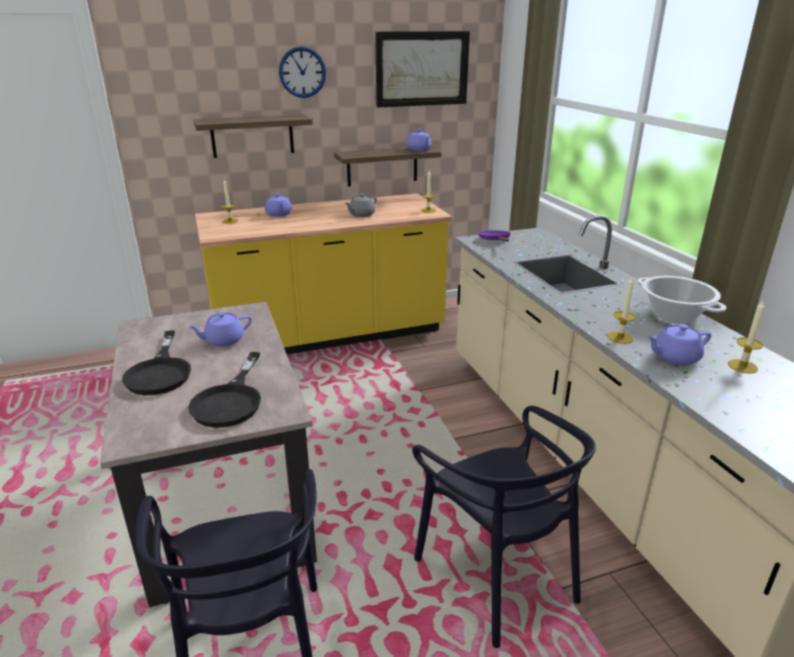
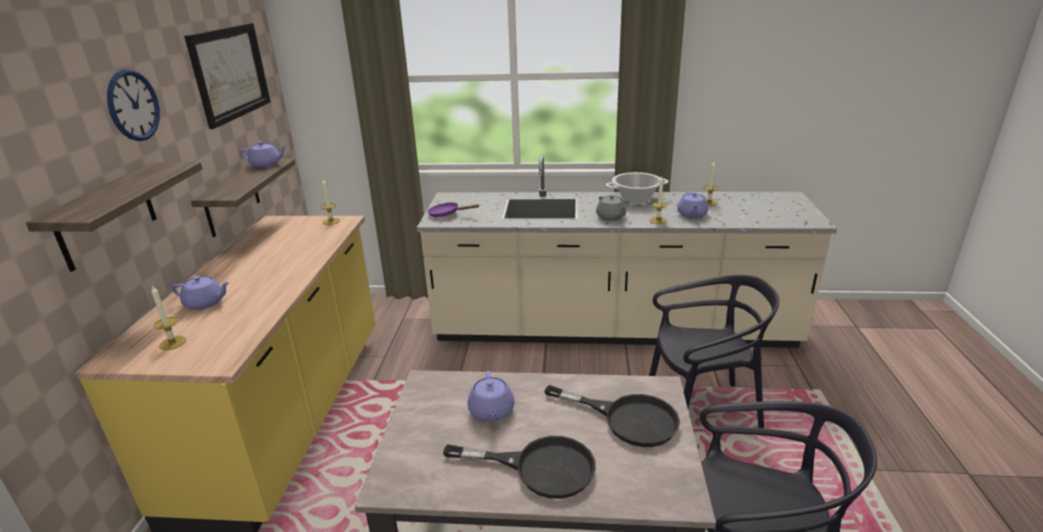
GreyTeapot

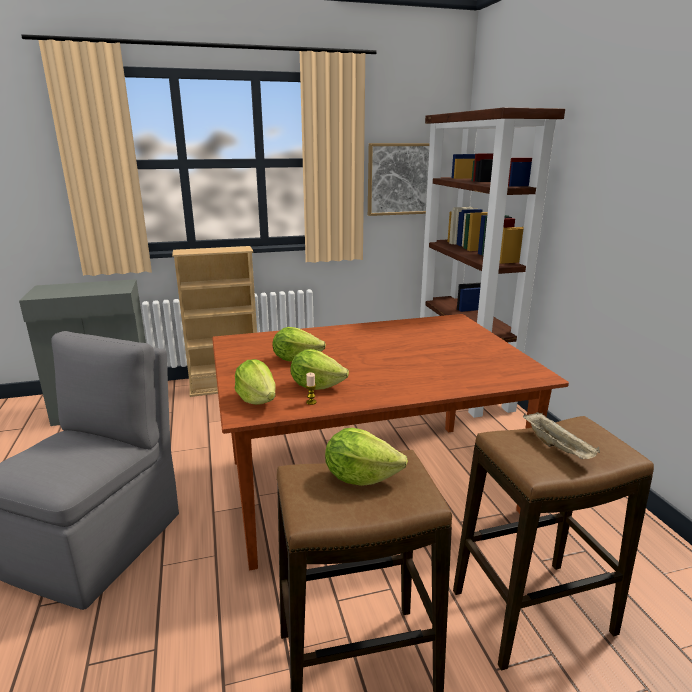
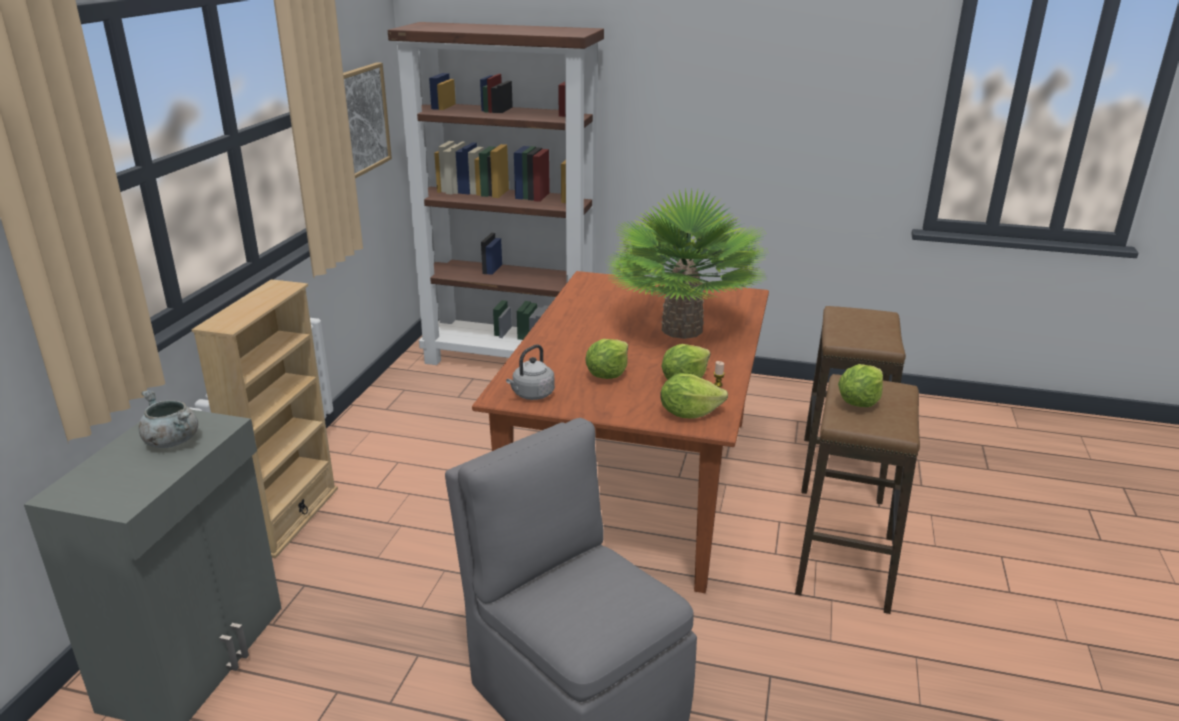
BeigeTray
GreyCookingPot
GreyKettle
PottedPlant

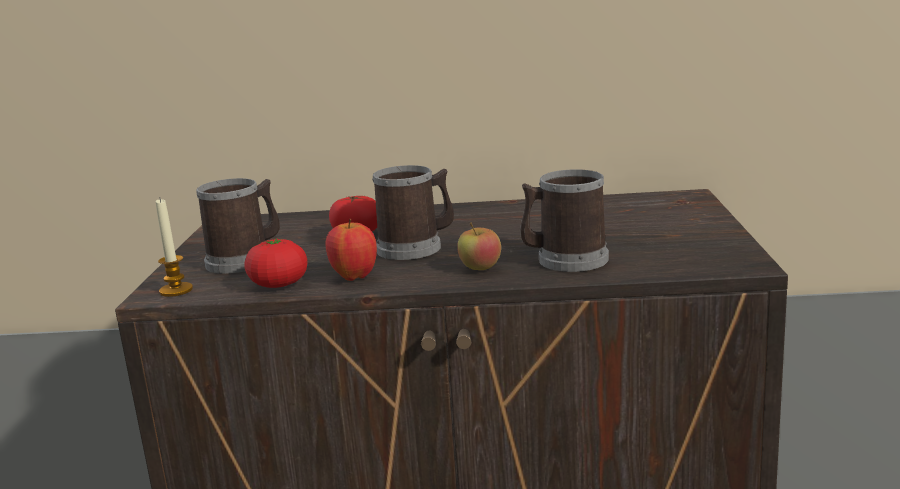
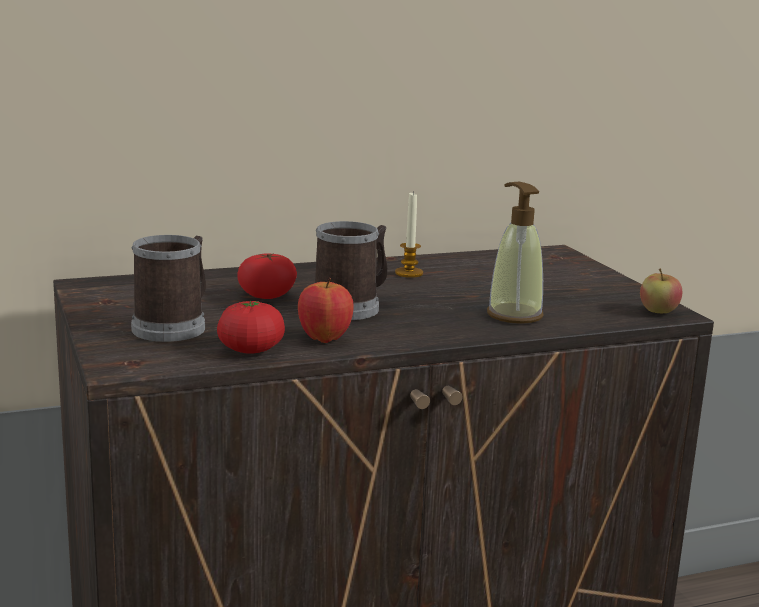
Candle
Apple (2nd from left)
SoapDispenser

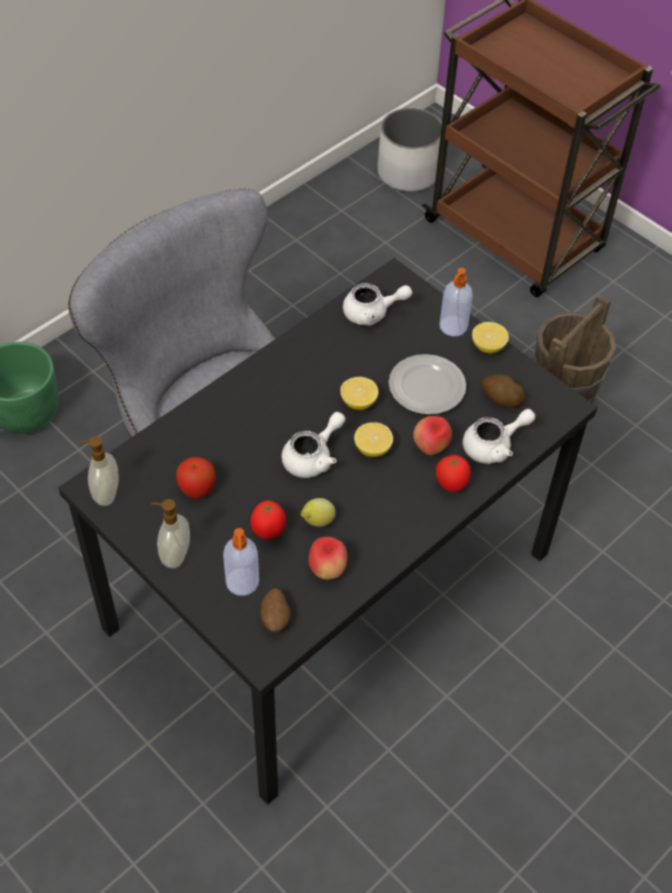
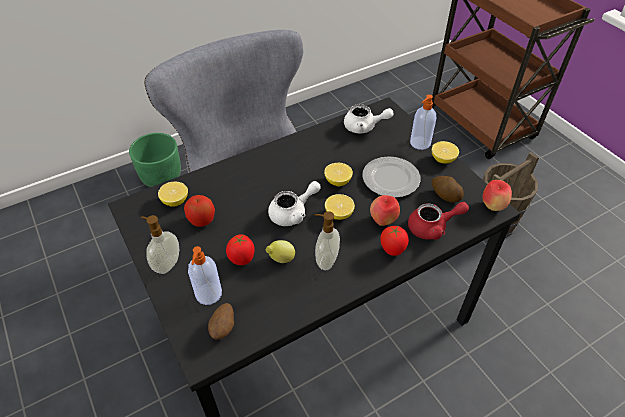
WhitePlanter
Lemon (1st from left)
SoapDispenser (3rd from left)
Apple (3rd from left)
RedTeapot

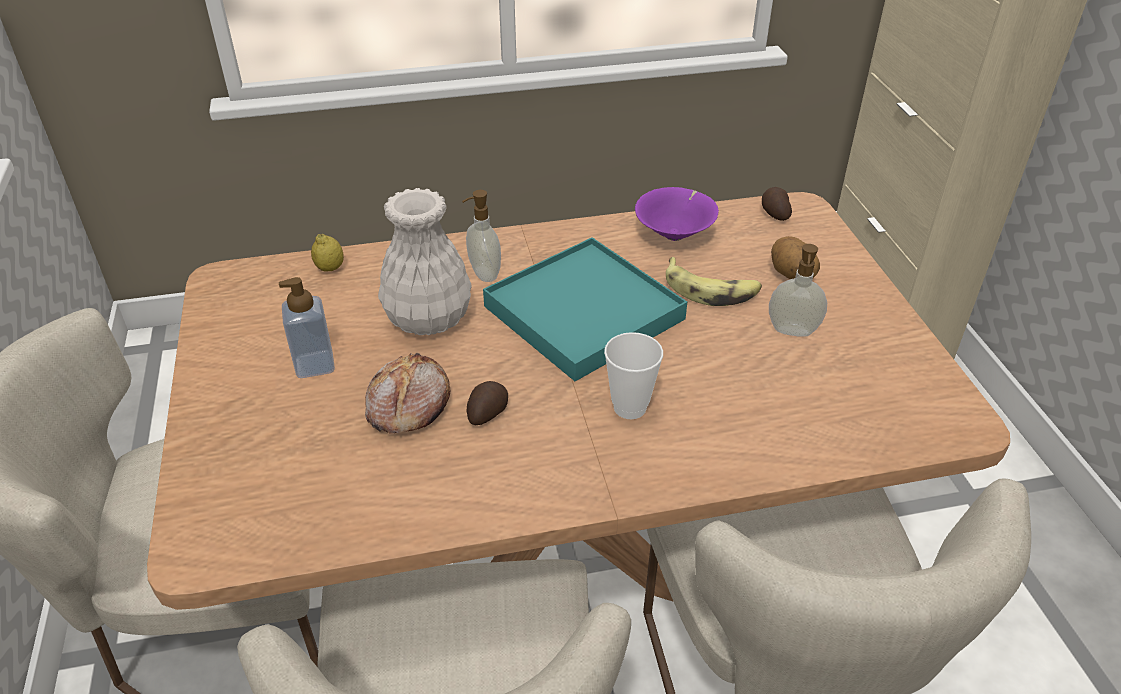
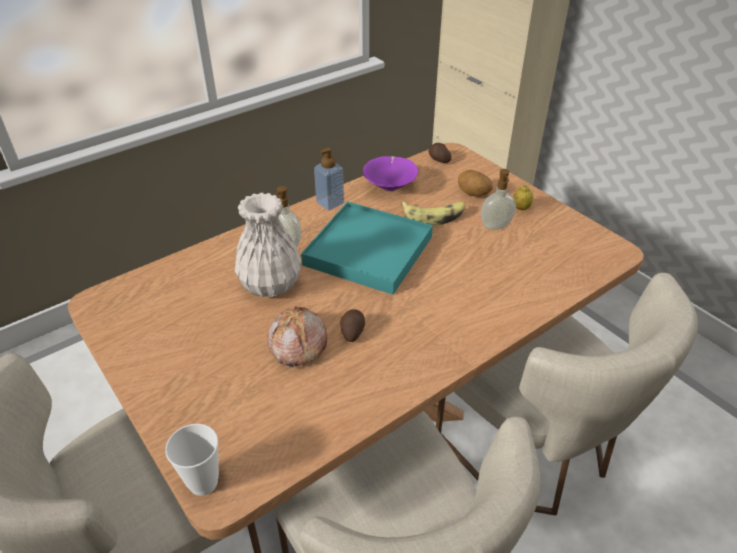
SoapDispenser (2nd from left)
Lemon
Cup

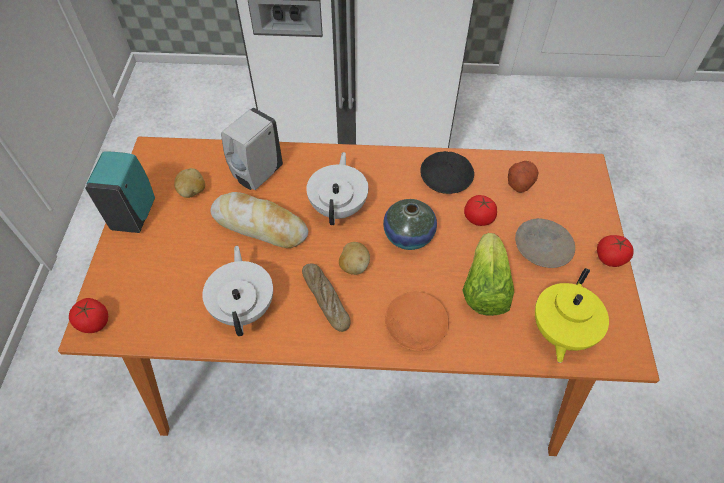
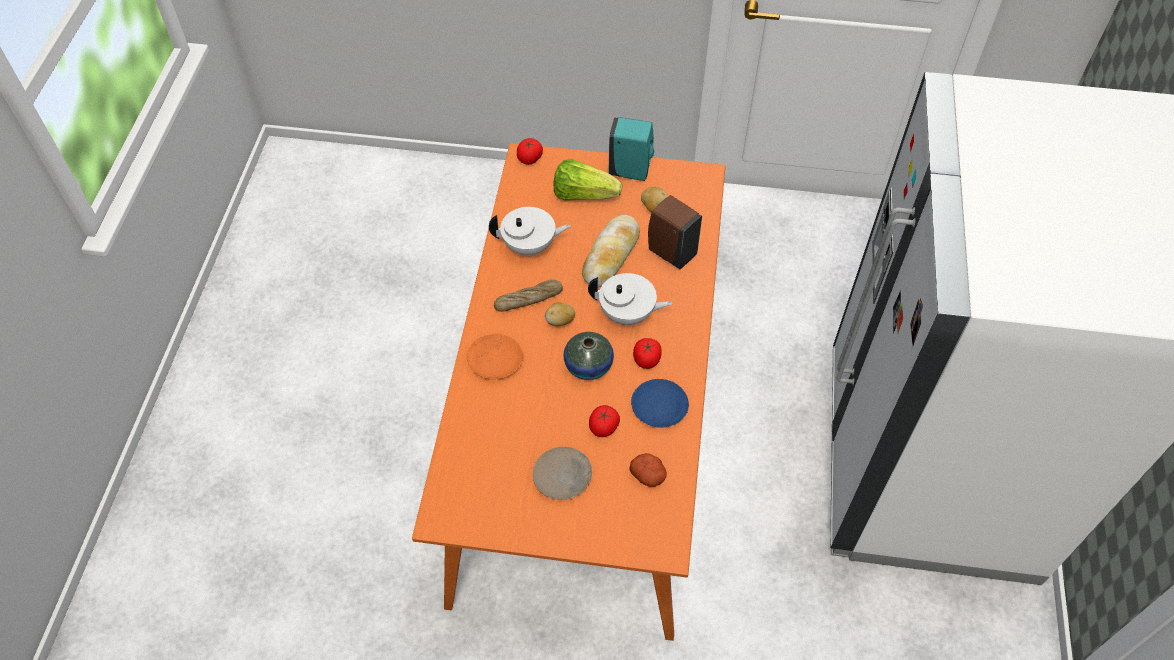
YellowTeapot
Lettuce
Tomato (3rd from left)
BrownSoapDispenser
BluePlate

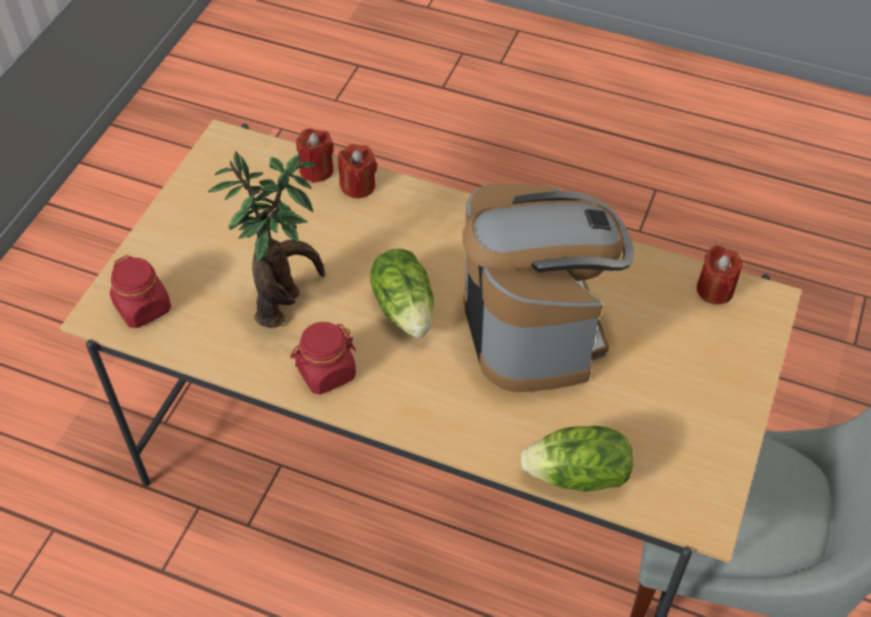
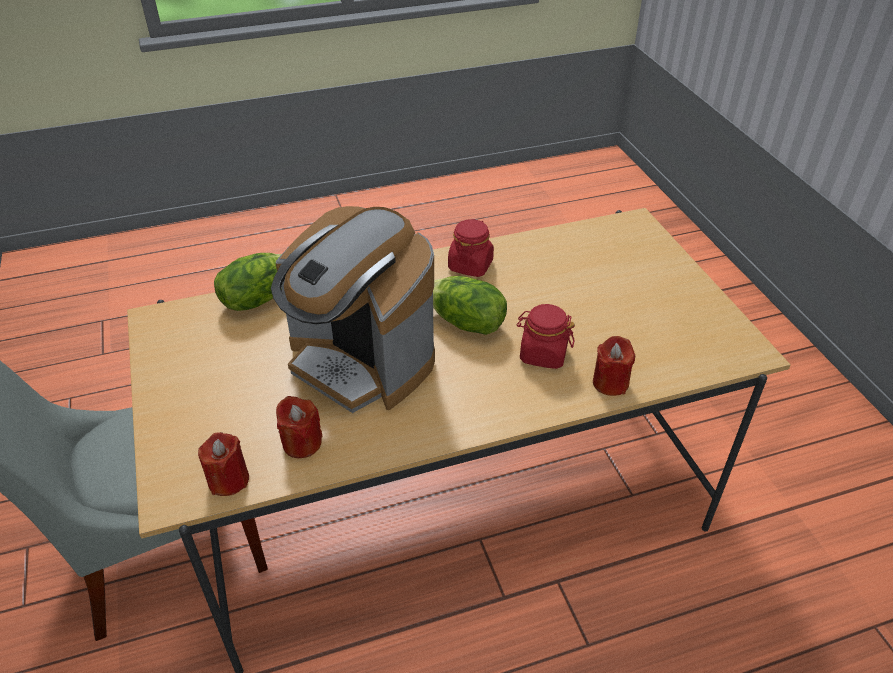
PottedPlant
RedJar (2nd from left)
RedCandle (2nd from left)

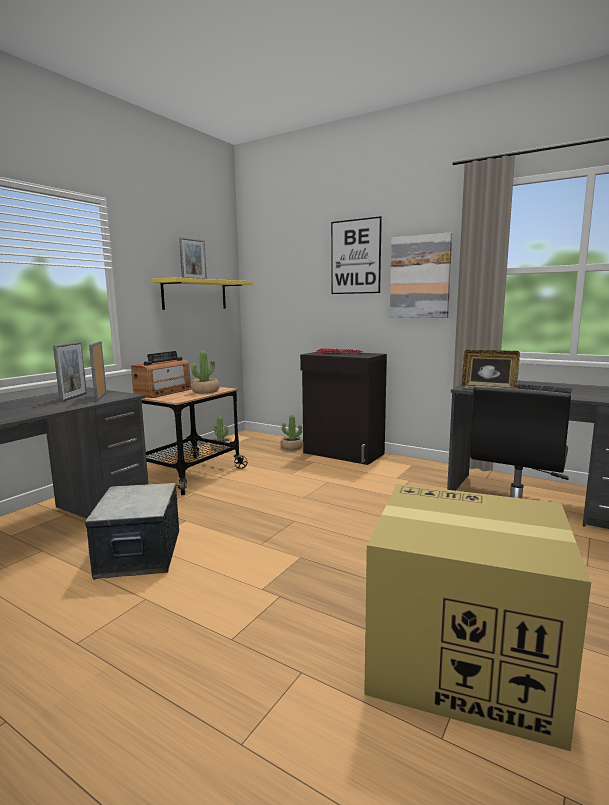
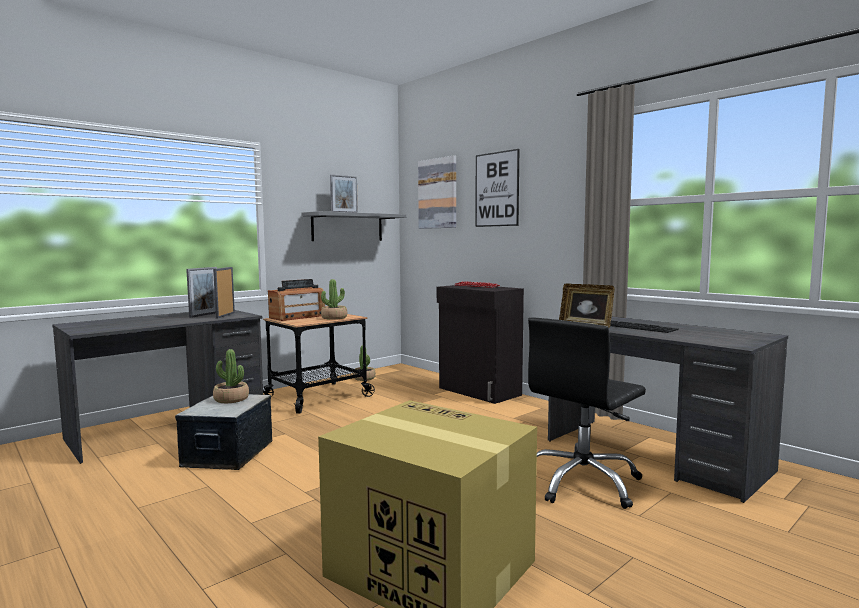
PottedPlant (1st from left)
Picture (1st from left)
GreyShelf

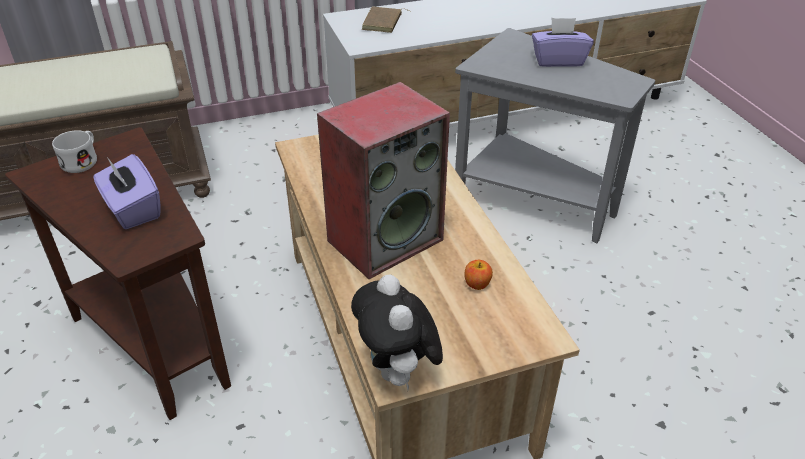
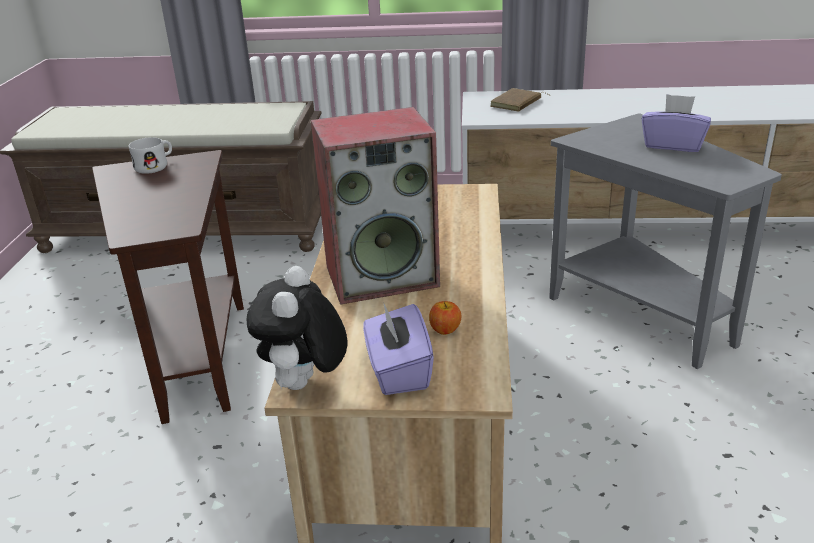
PurpleTissueBox (1st from left)

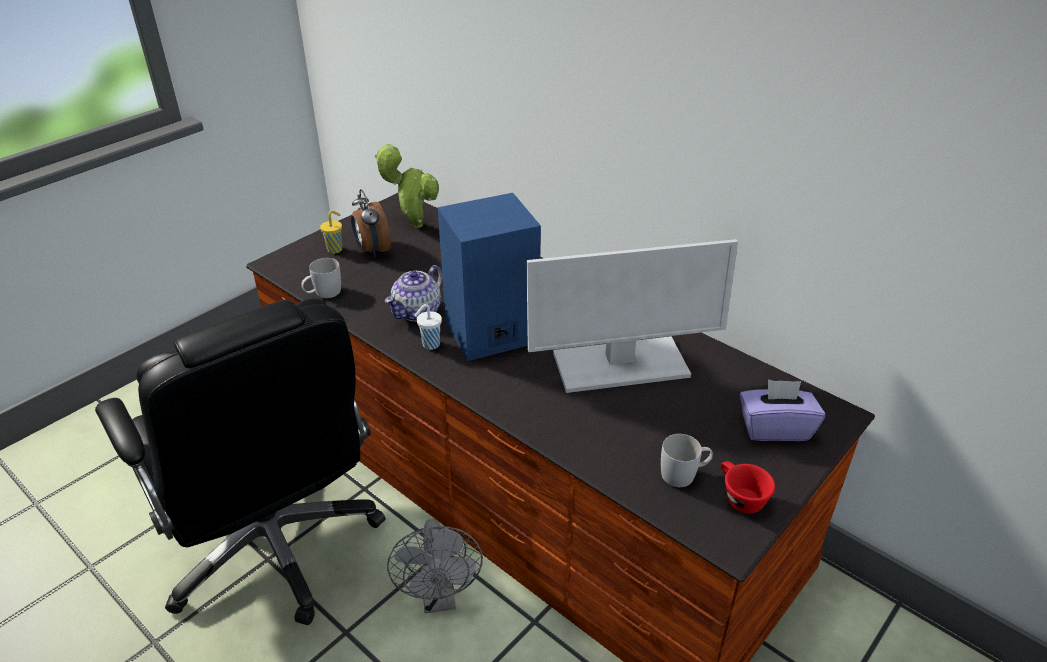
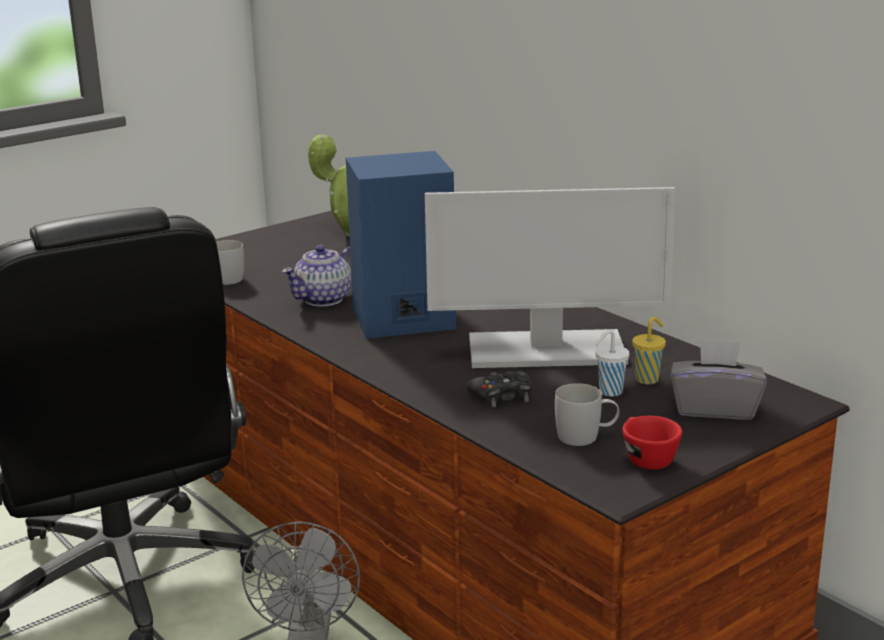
AlarmClock
BlackGameController
YellowCup
WhiteCup
GreyTissueBox

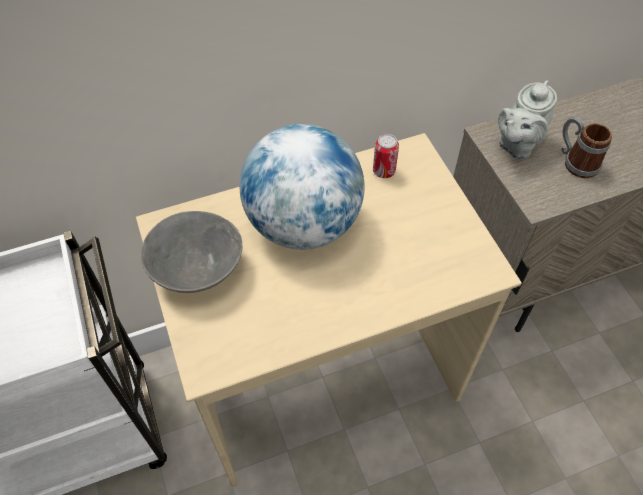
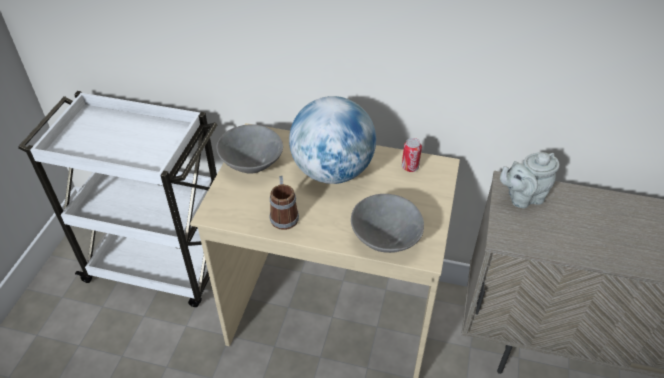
GreyBowl (2nd from left)
Mug

